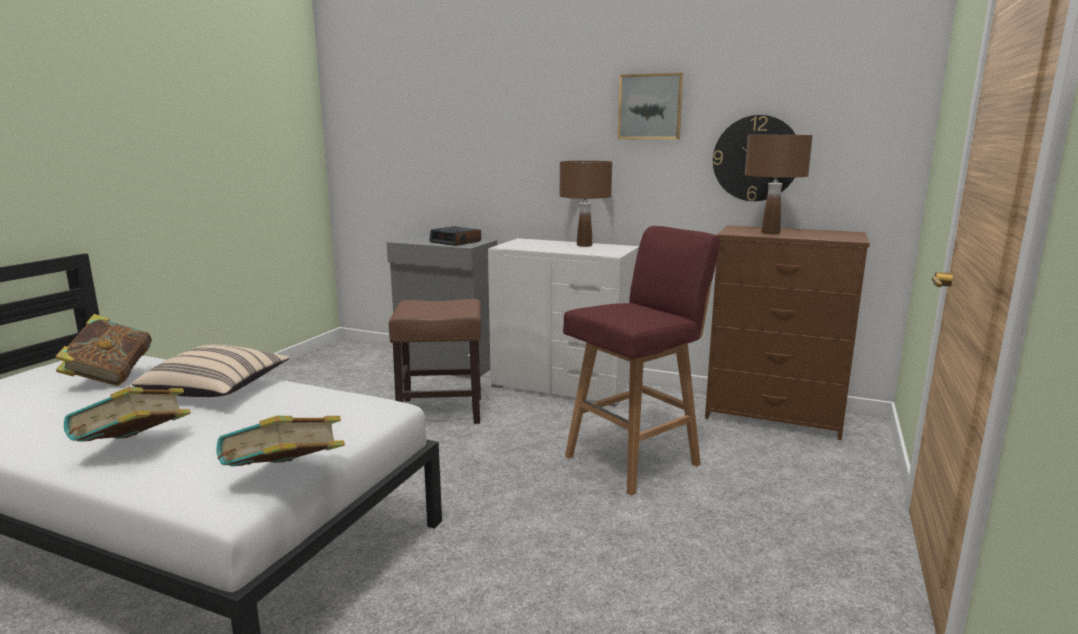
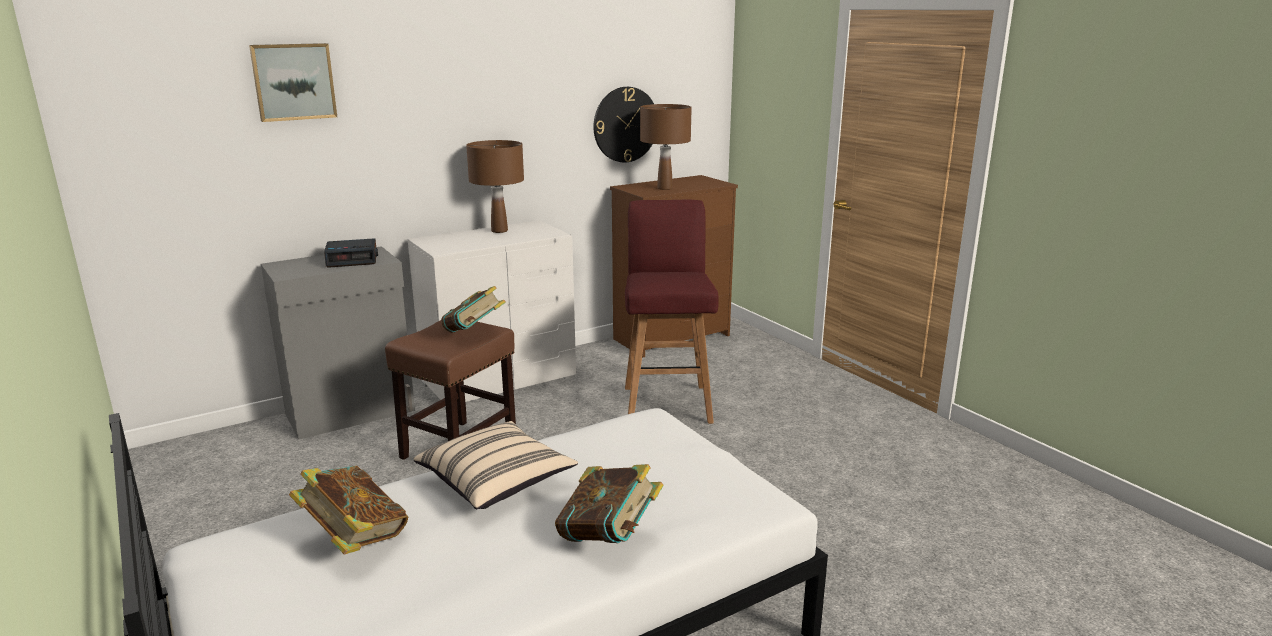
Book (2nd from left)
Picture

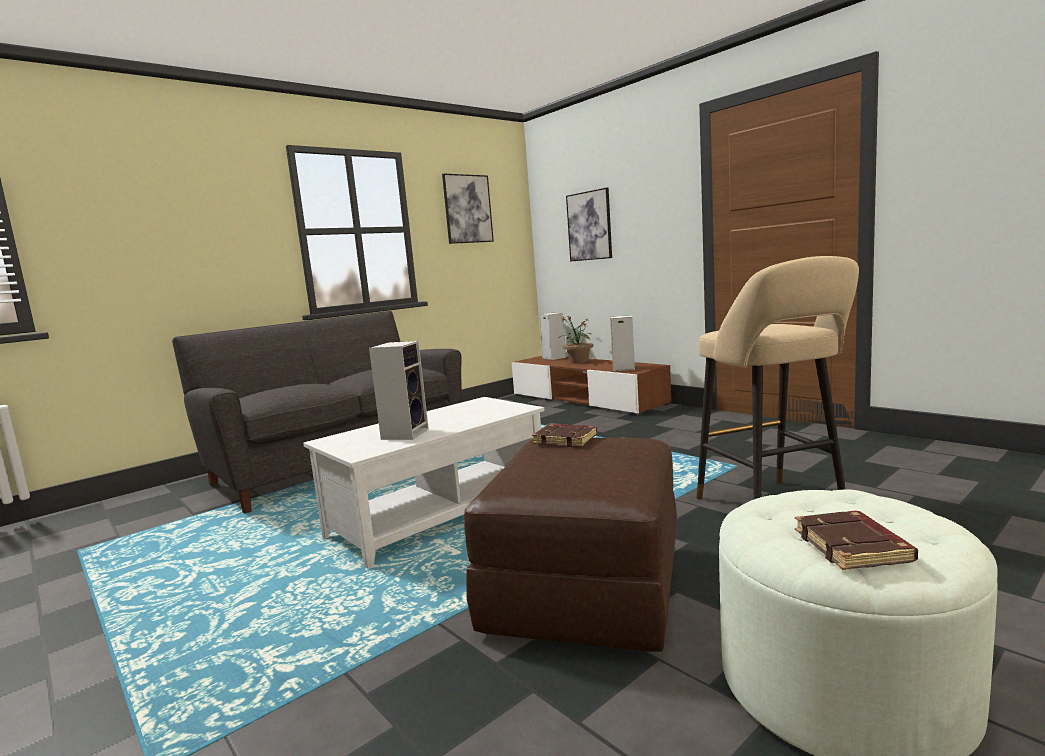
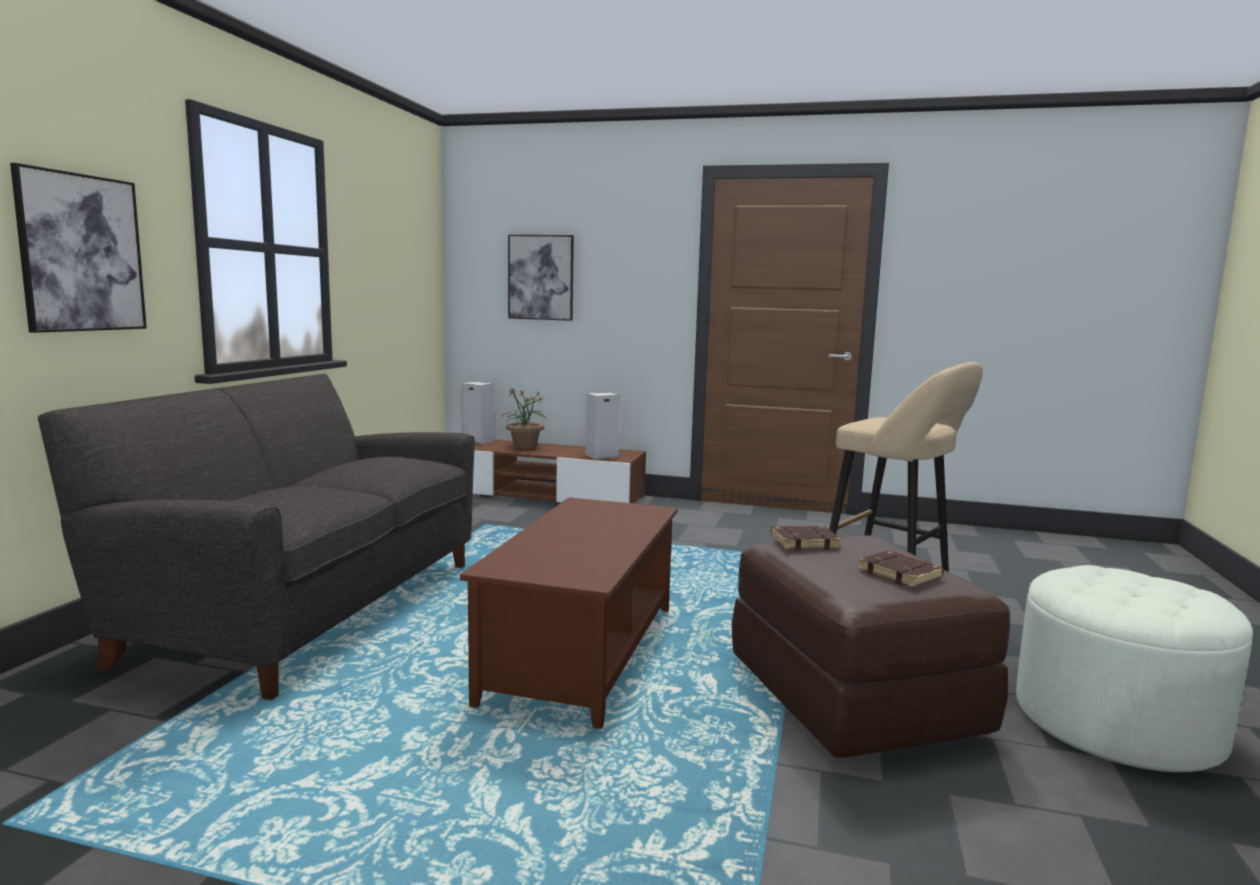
Speaker (1st from left in the first image)
Picture (1st from left)
BrownBook (2nd from left)
BrownCoffeeTable

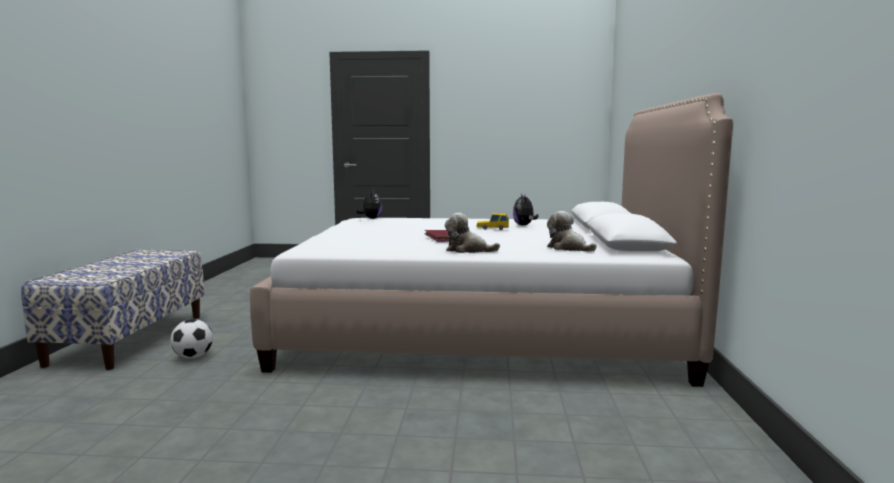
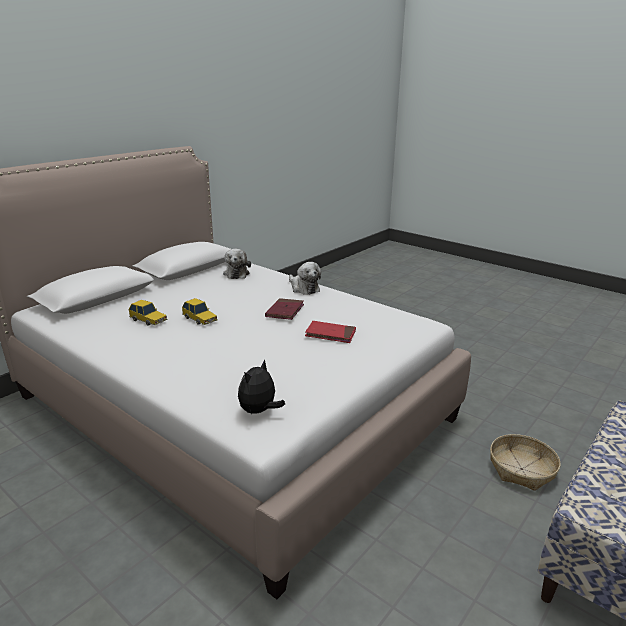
RedBook (2nd from left)
Basket
ToyCar (1st from left)

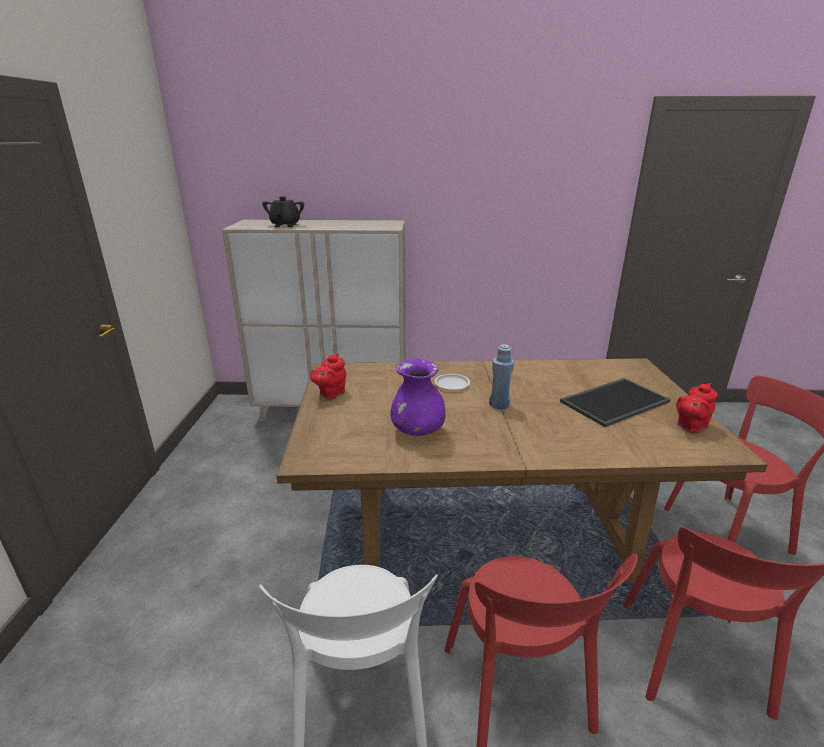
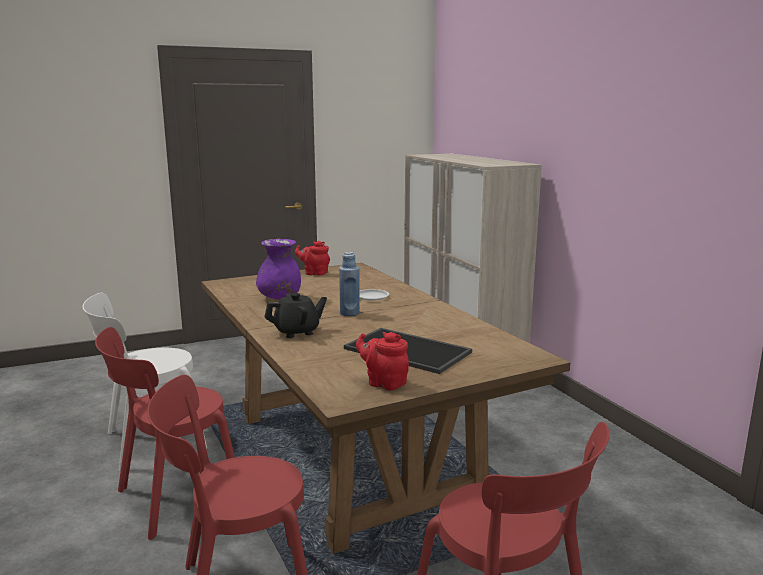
BlackTeapot

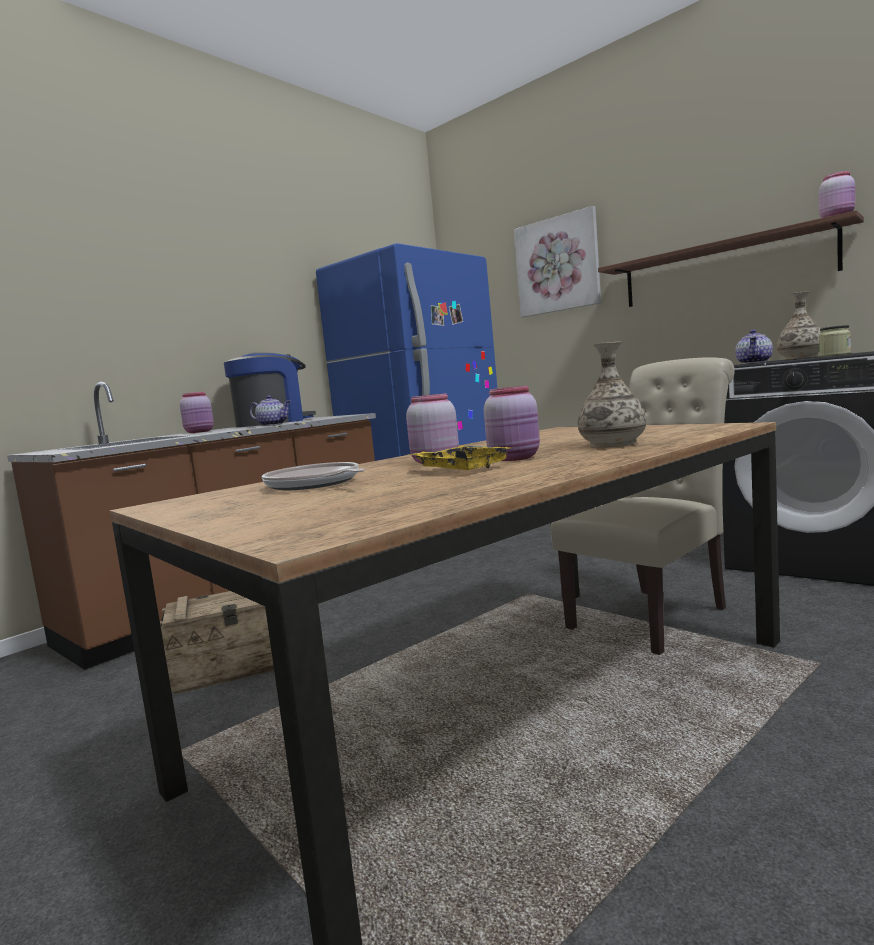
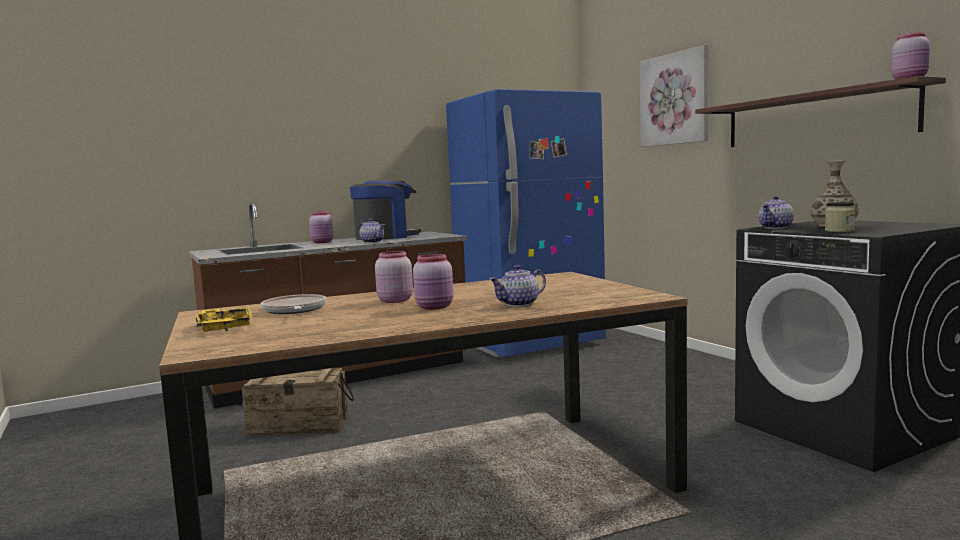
BeigeChair
YellowTray
Teapot (2nd from left)

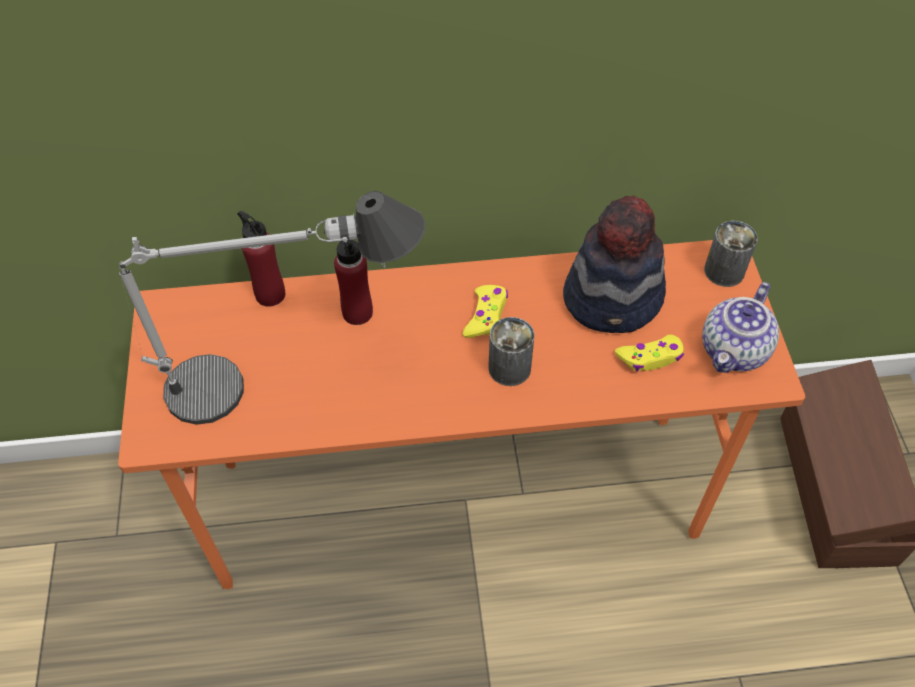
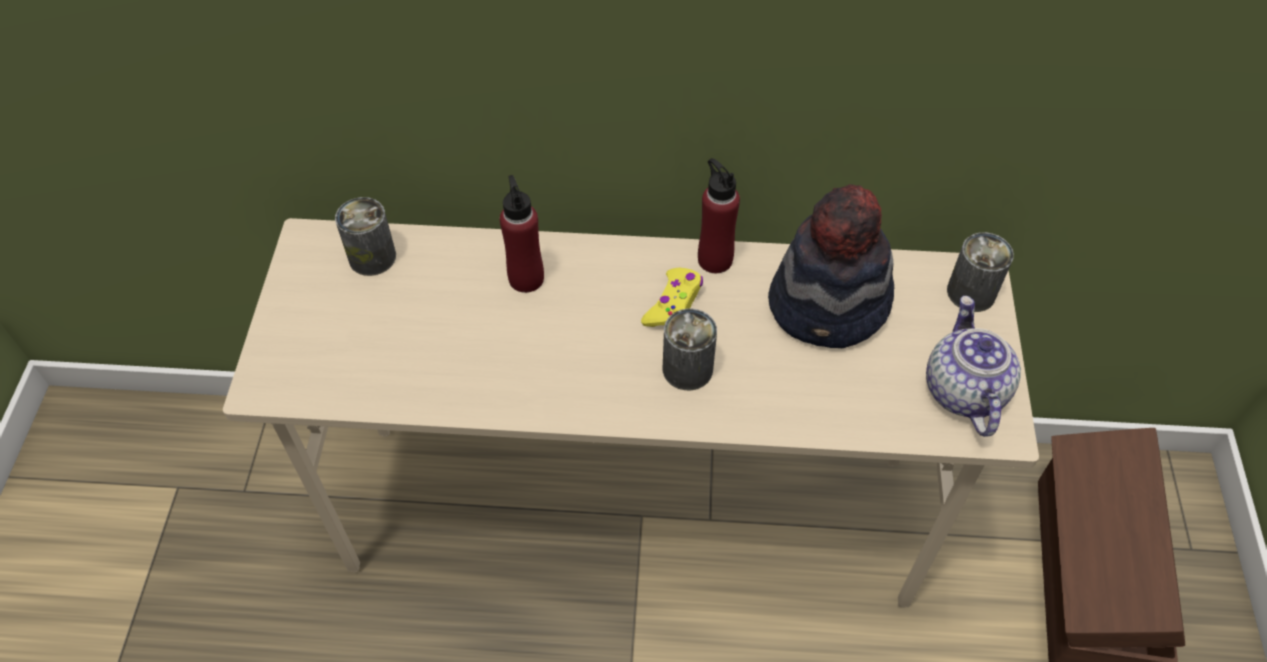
TableLamp
YellowGameController (2nd from left in the first image)
Can (1st from left)
RedBottle (2nd from left)
BeigeDesk
Teapot

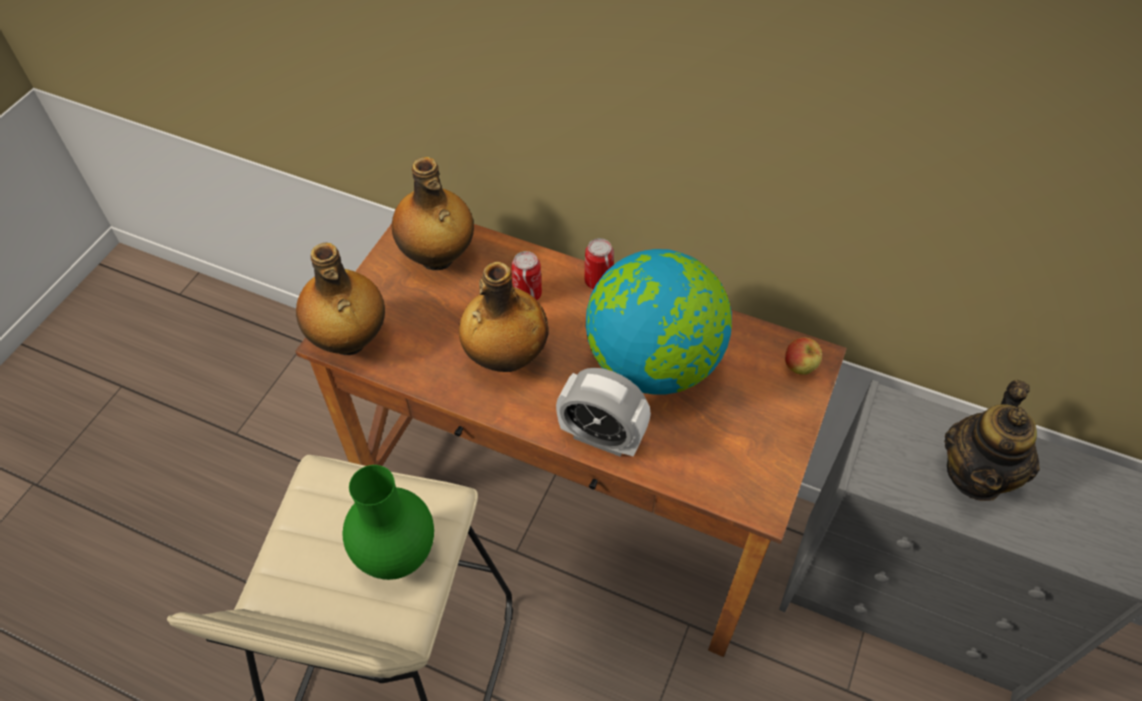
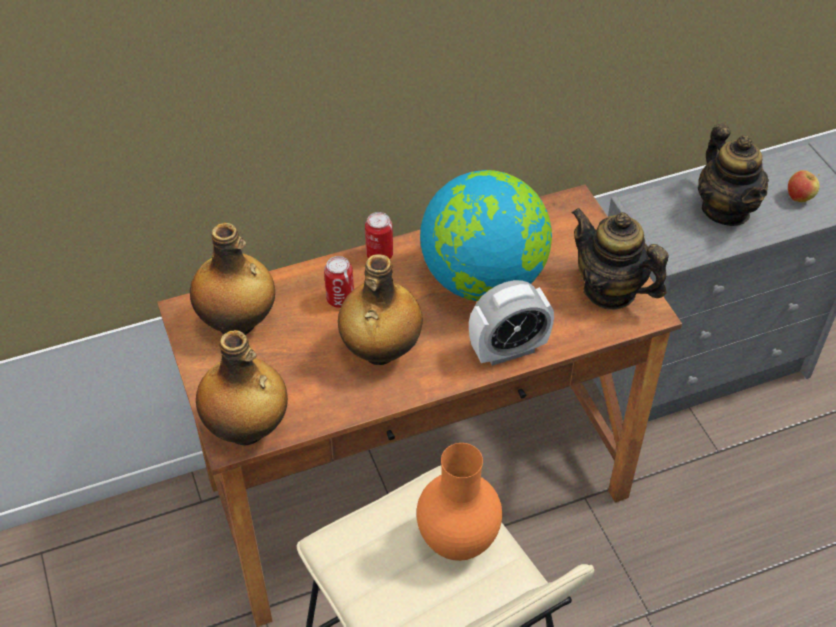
Teapot (1st from left)
Apple
OrangeVase

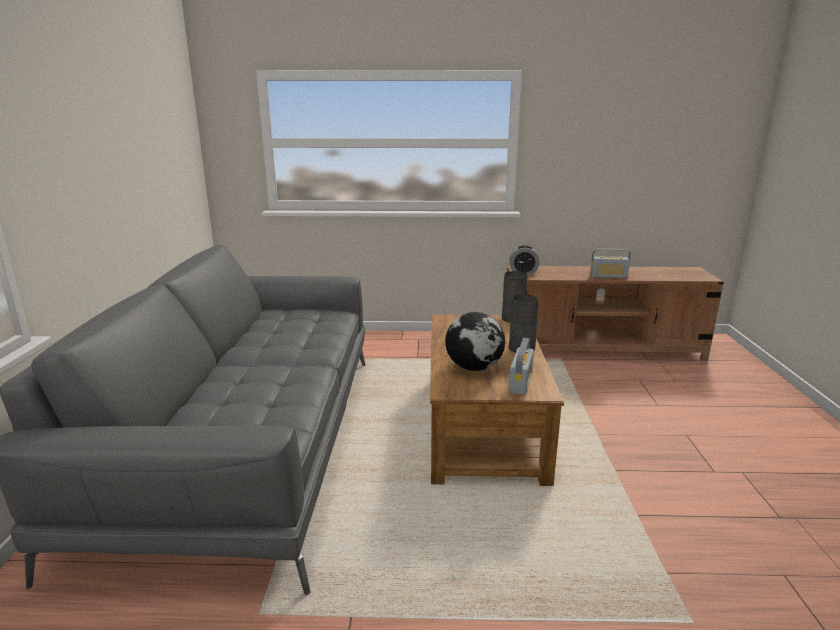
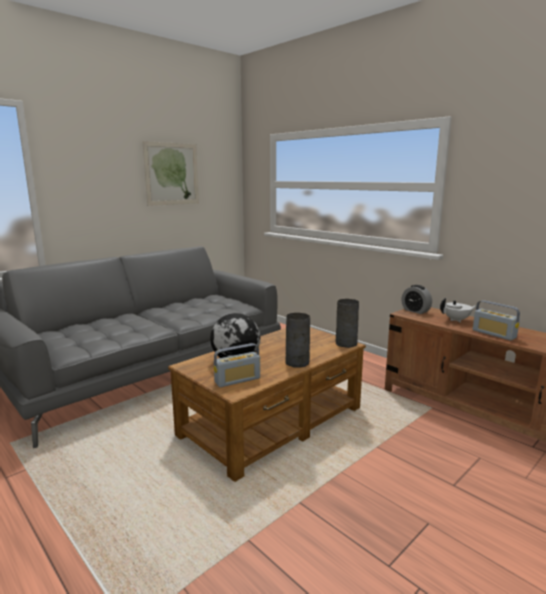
Picture
WhiteTeapot

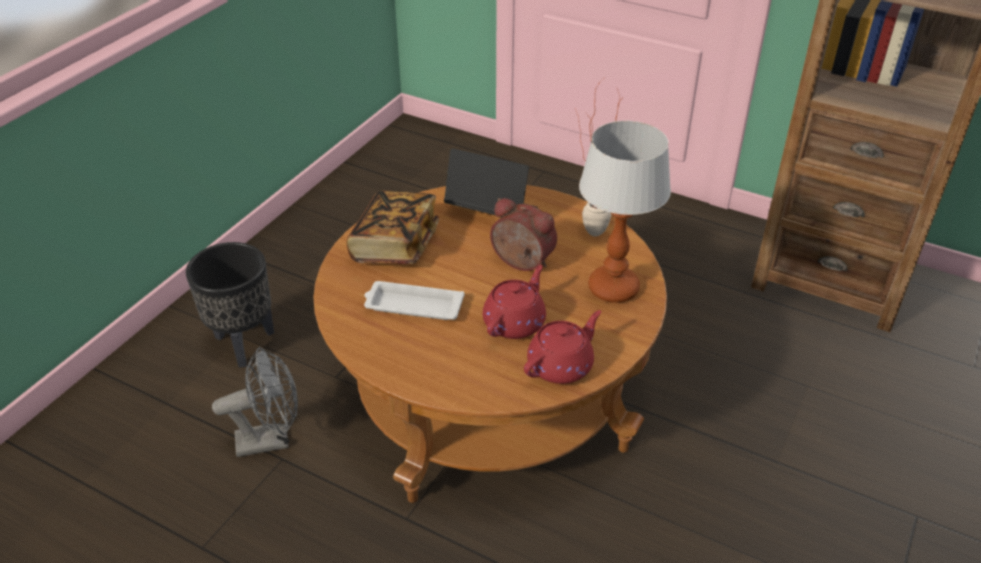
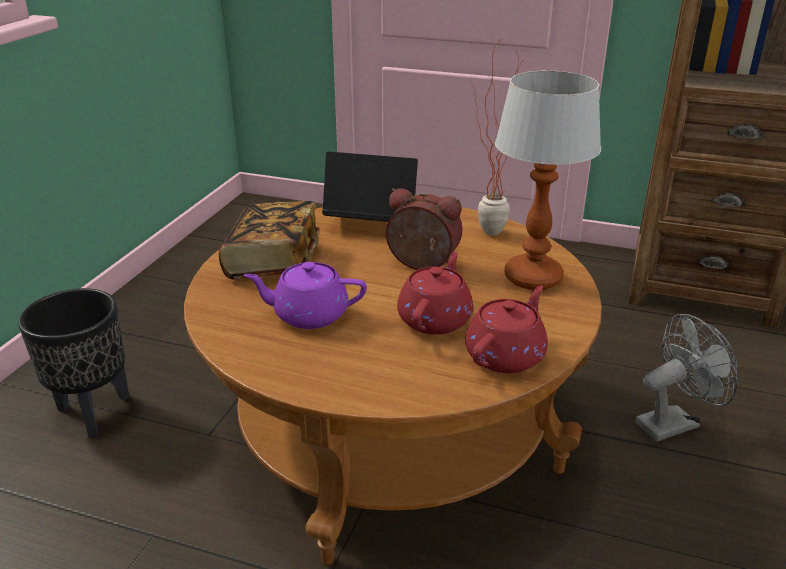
GreyFan
PurpleTeapot

